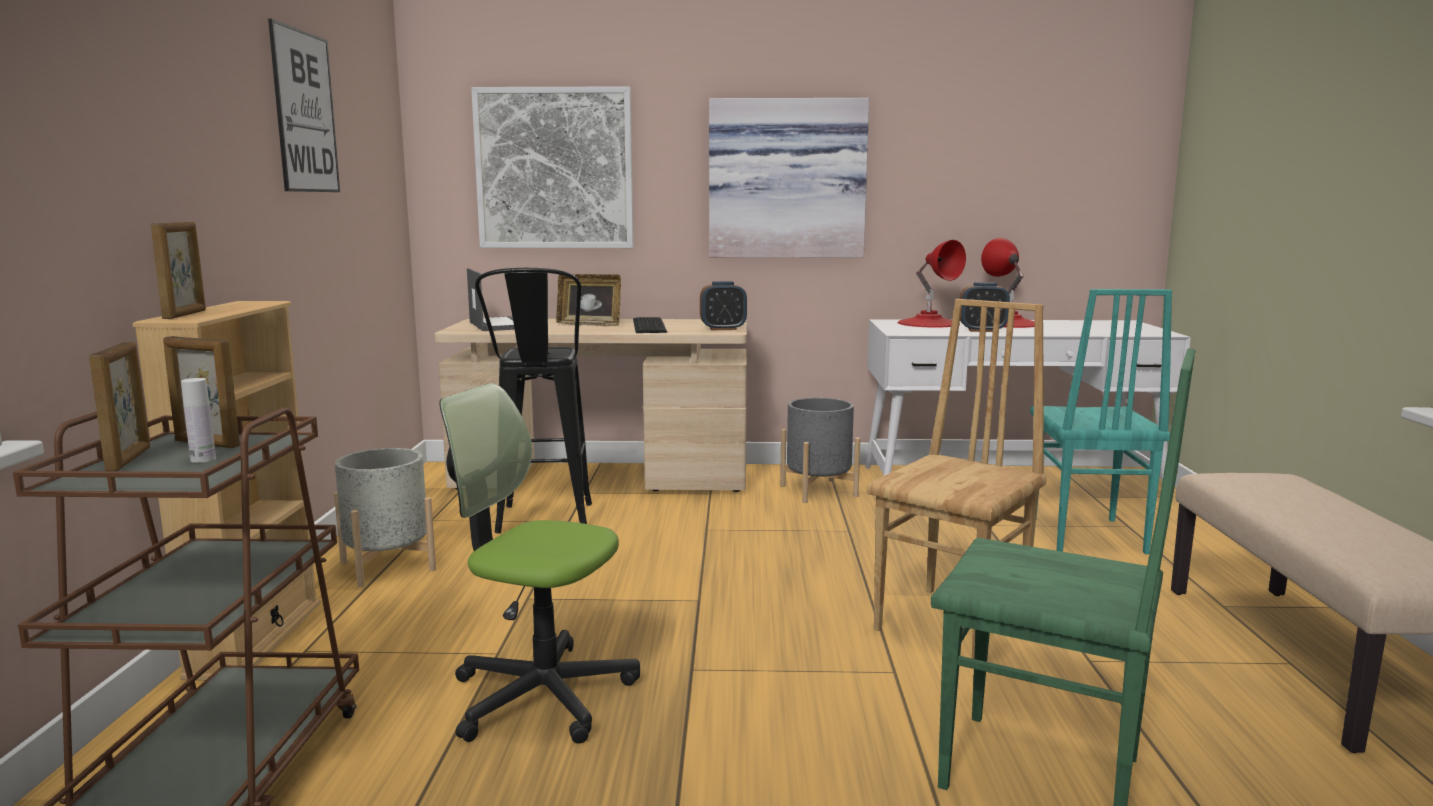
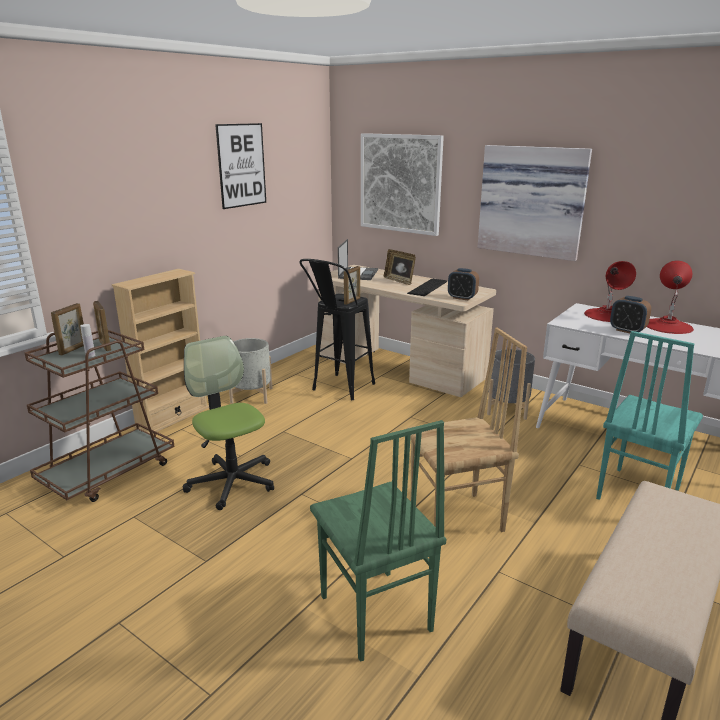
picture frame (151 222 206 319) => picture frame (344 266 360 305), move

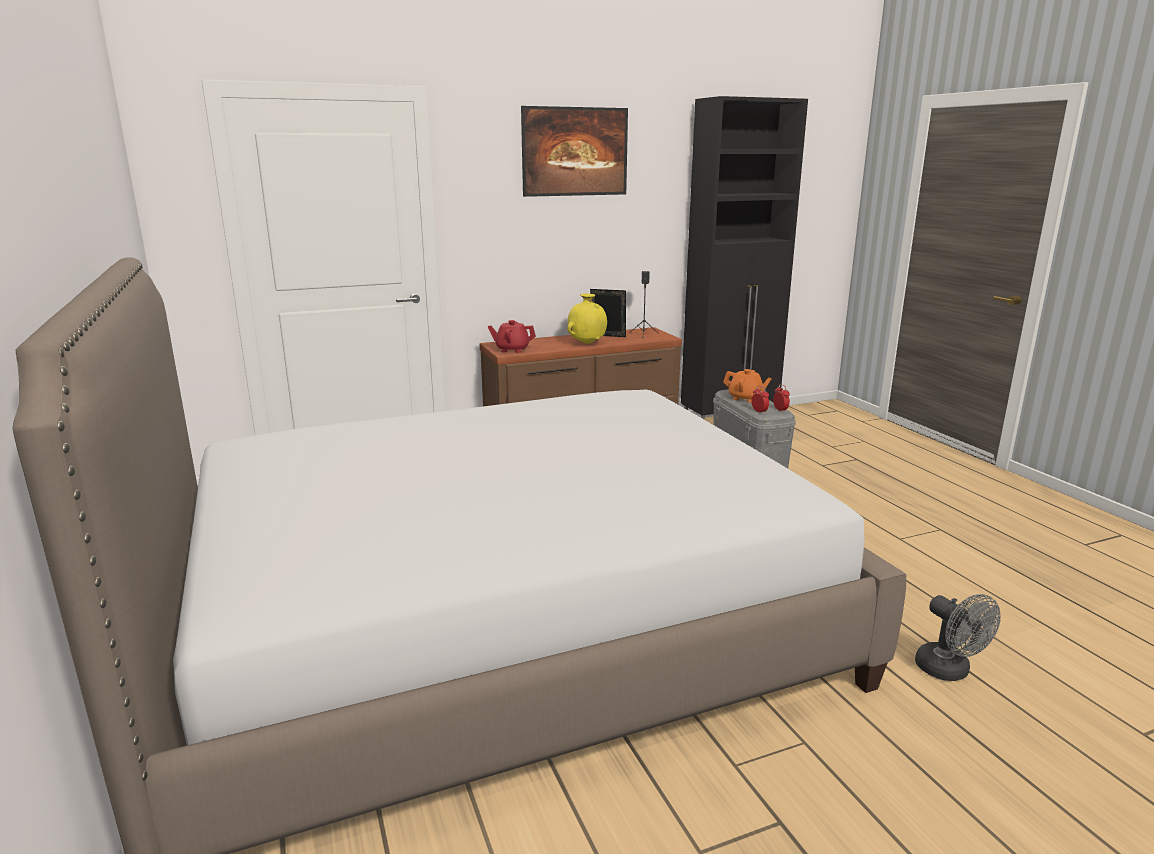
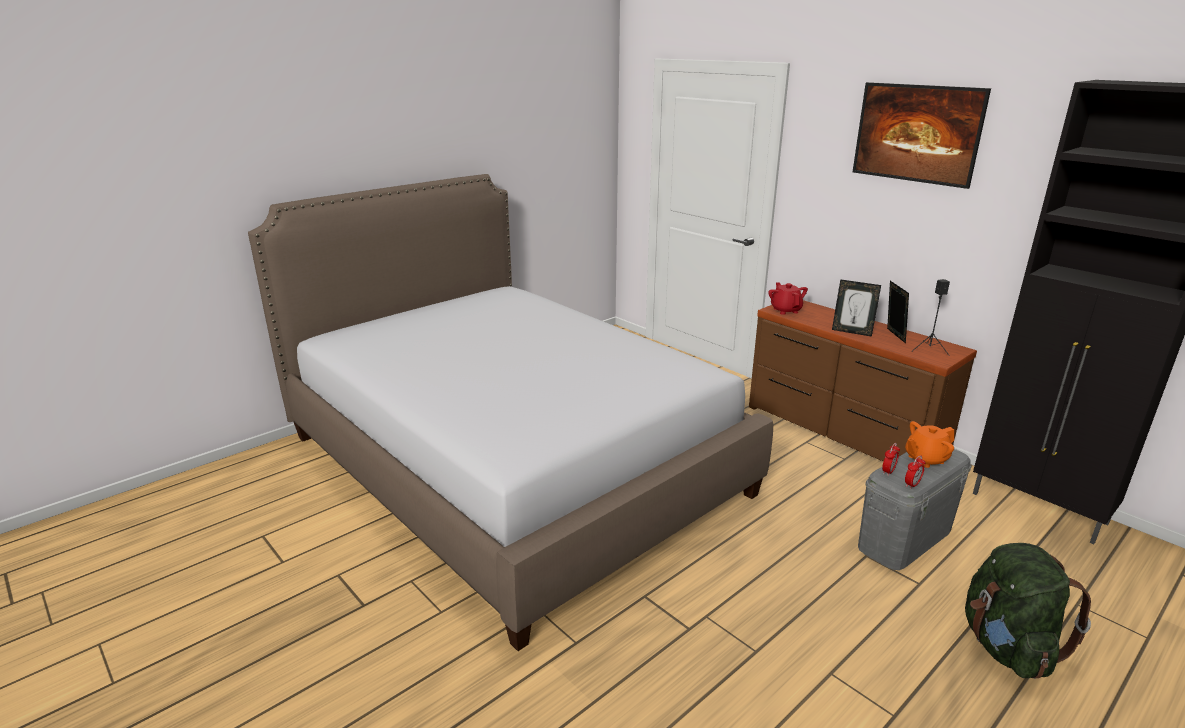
vase/yellow (567 294 607 344) => picture frame (832 279 881 337)
teapot/orange (723 369 772 403) => teapot/orange (905 421 954 468), 60 degrees clockwise
fan/grey (915 594 1001 681) => nothing
nothing => backpack/green (965 543 1091 679)

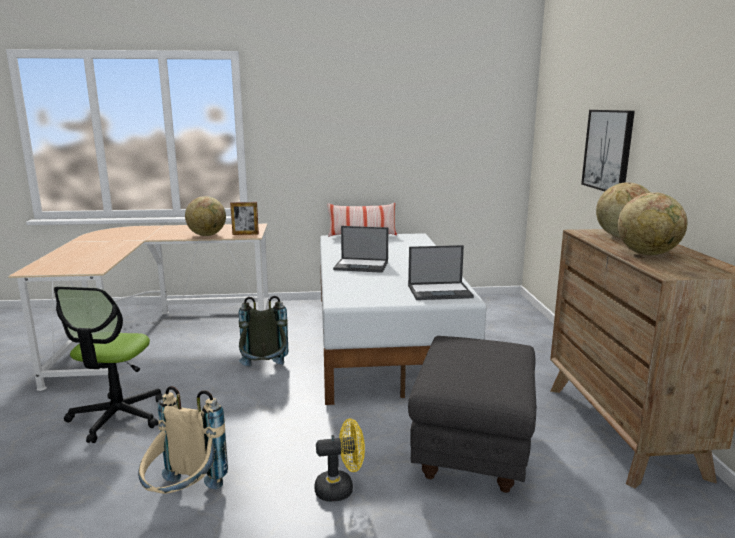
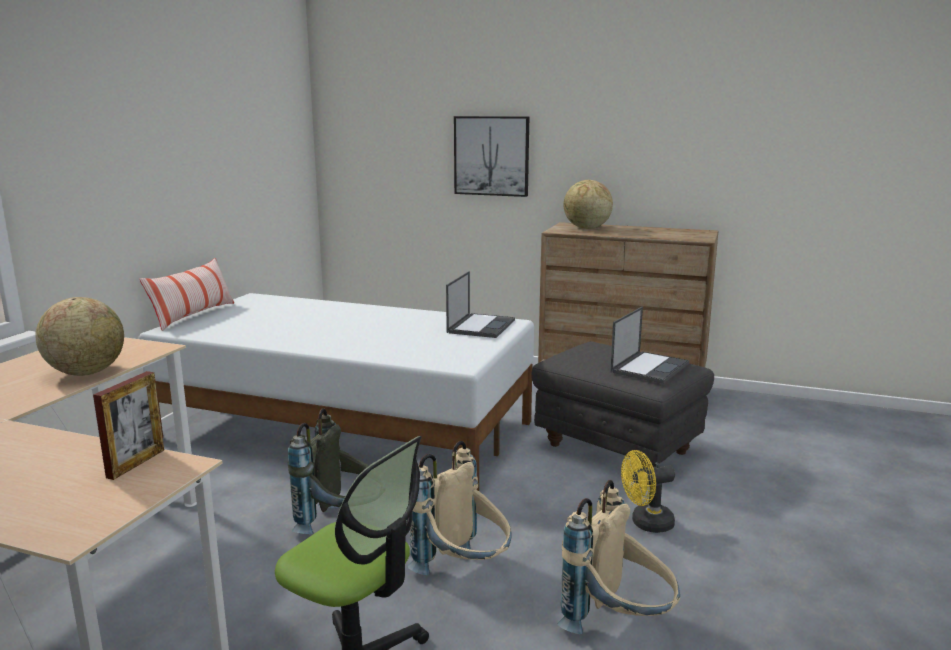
globe (618 192 687 255) => nothing
picture frame (230 202 259 235) => picture frame (93 371 164 480), move
laptop (333 226 388 273) => laptop (610 307 689 384), move
fan/yellow (315 419 365 502) => fan/yellow (621 450 675 533), 120 degrees counterclockwise
nothing => backpack/beige (407 441 512 575)

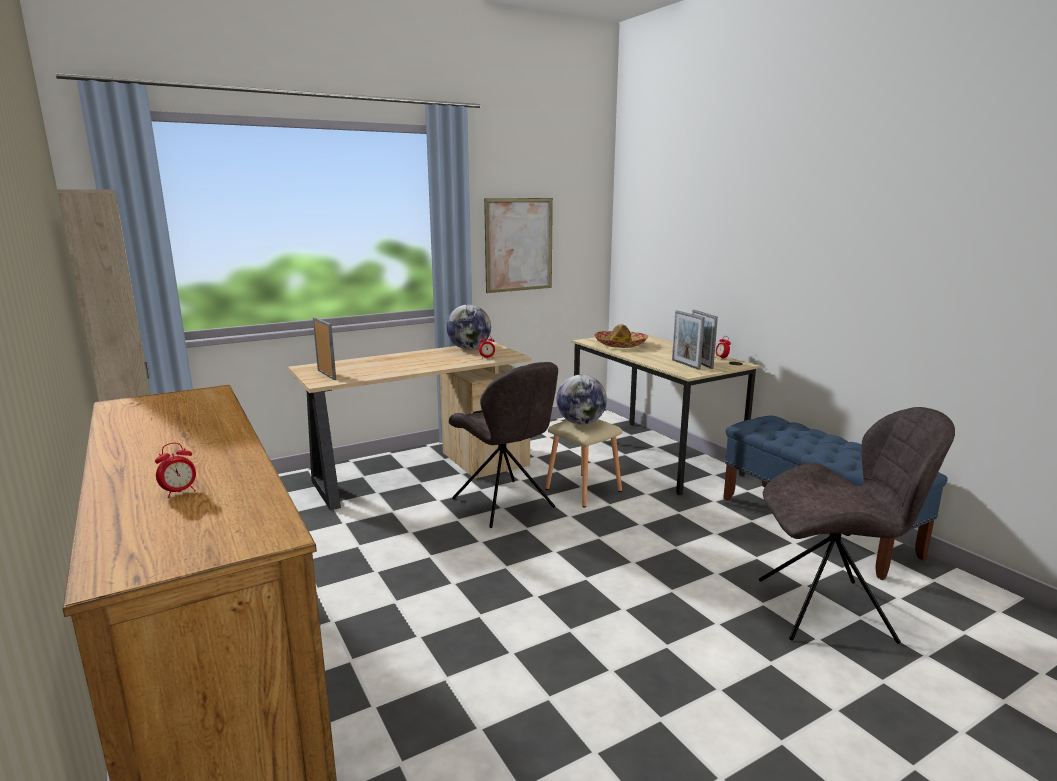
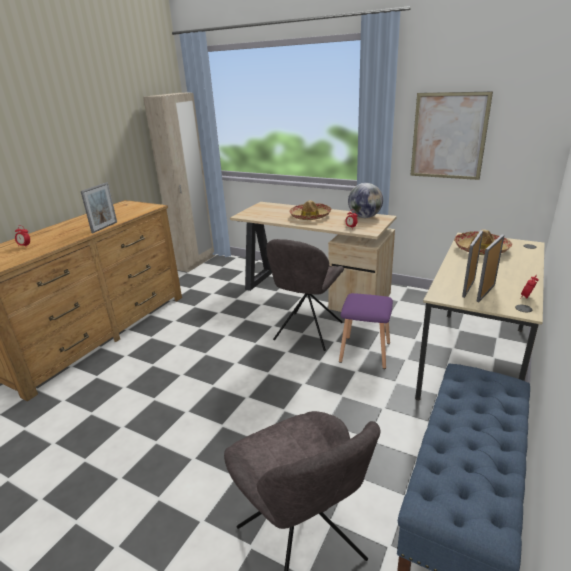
picture frame (313 317 336 380) => picture frame (81 182 117 233), move
globe (557 375 607 425) => nothing
stool/beige (545 419 623 507) => stool/purple (339 293 393 369)
nothing => hat (289 200 332 220)

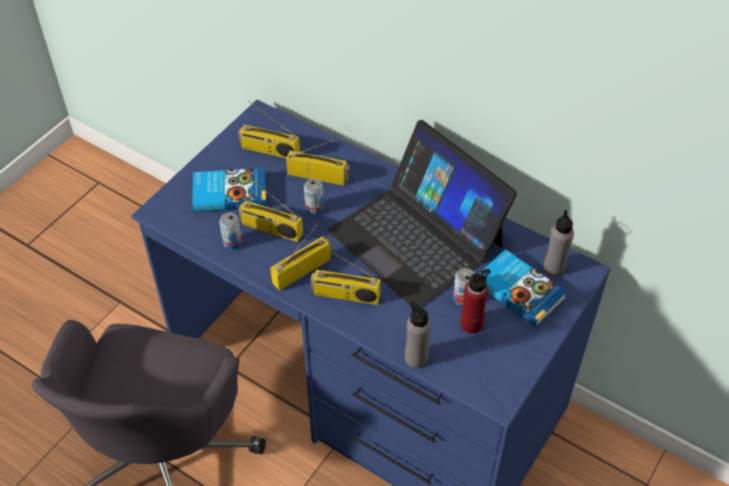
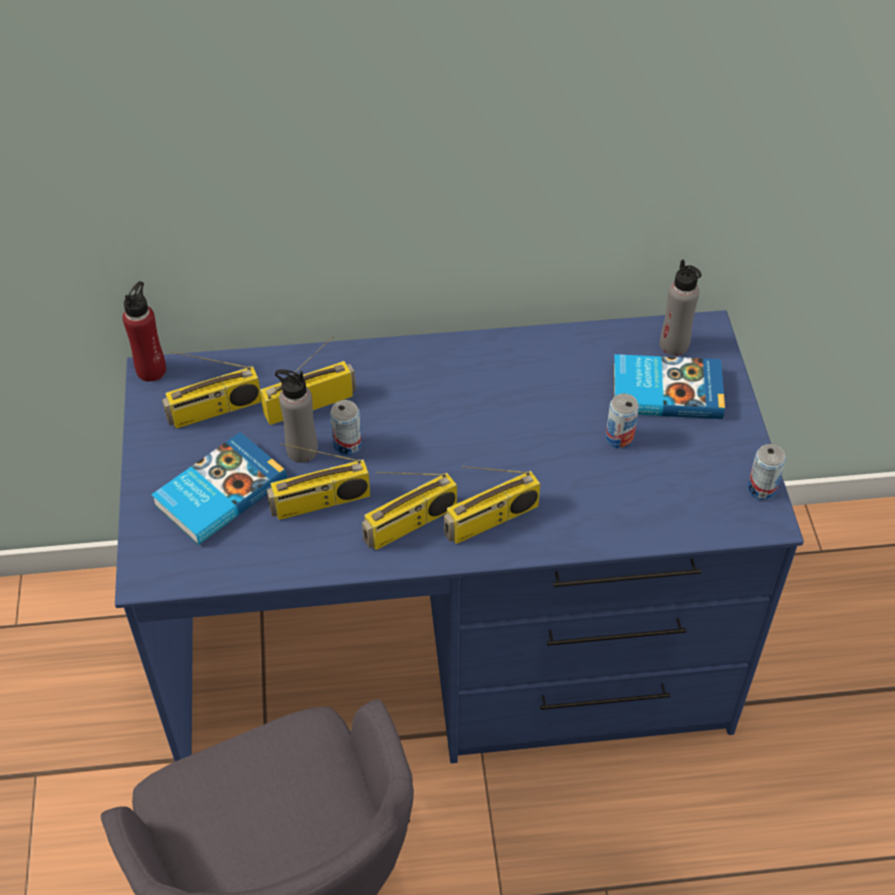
laptop (328 120 517 309) => nothing
can (219 212 242 250) => can (747 444 786 500), move
radio (270 222 332 291) => radio (362 472 457 550), 135 degrees counterclockwise
bottle/red (460 269 491 334) => bottle/red (123 281 166 382), move
bottle/grey (405 301 431 368) => bottle/grey (275 369 318 463), move

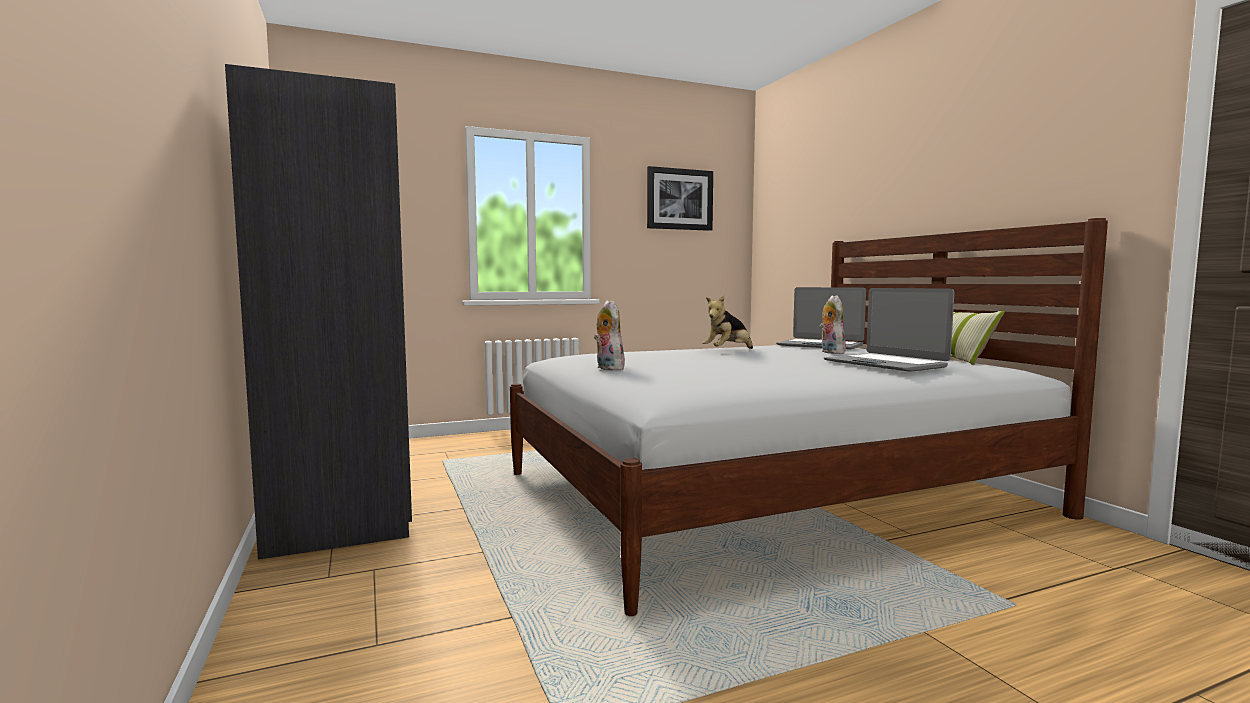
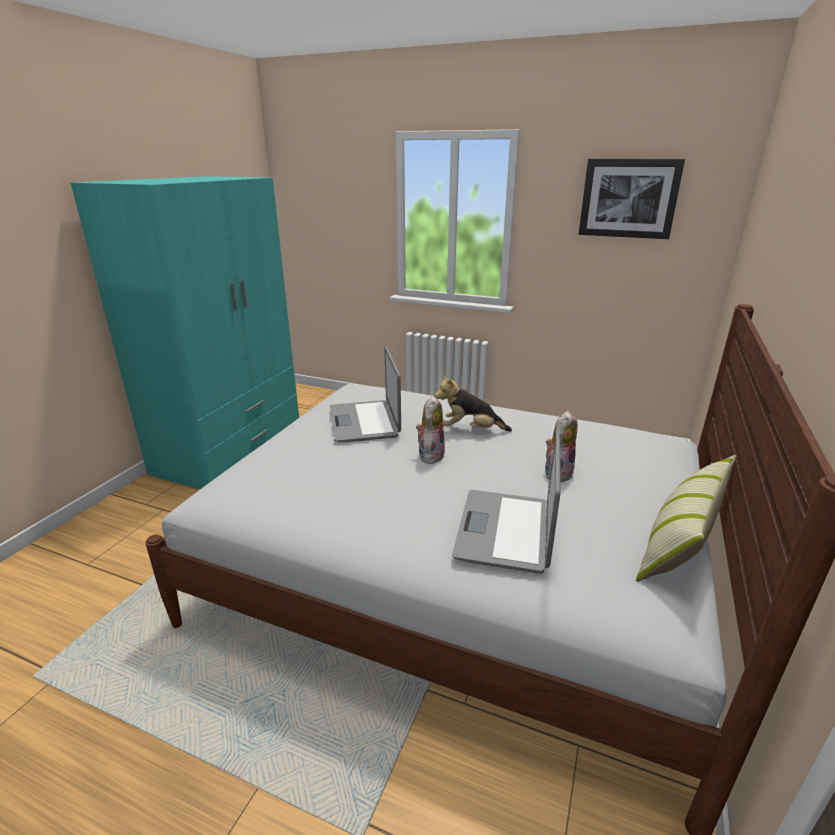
wardrobe/grey (225 64 412 560) => wardrobe/turquoise (71 176 299 489)
laptop (776 287 866 350) => laptop (330 347 401 442), move
plush toy (594 300 625 371) => plush toy (414 395 445 464), move

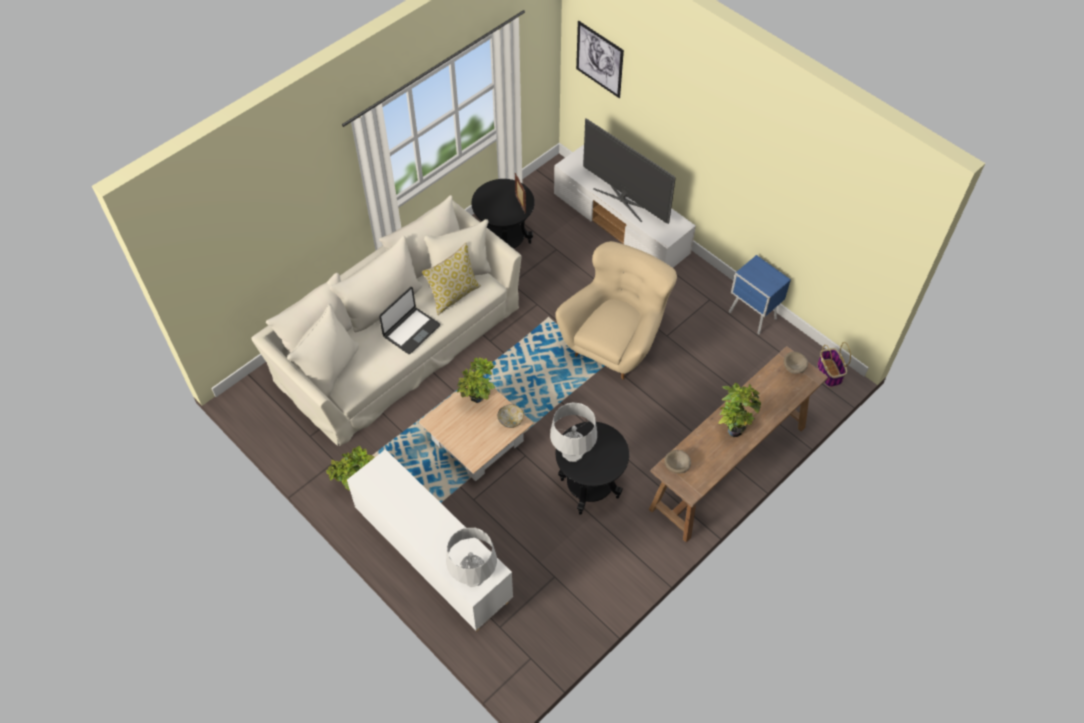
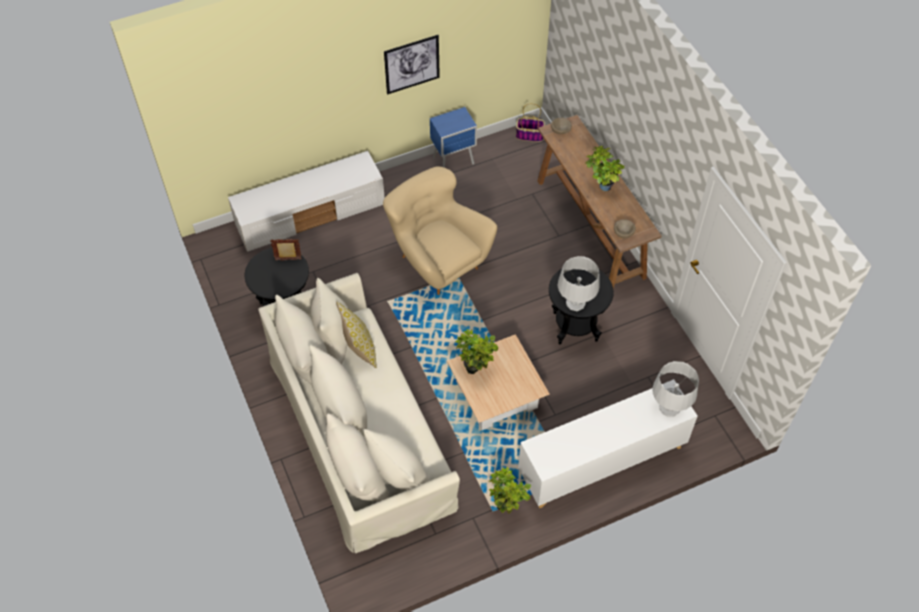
picture (576 21 624 98) => picture (384 35 440 94), move
television (583 118 676 224) => nothing
laptop (379 287 440 354) => nothing
bowl (498 404 524 428) => nothing

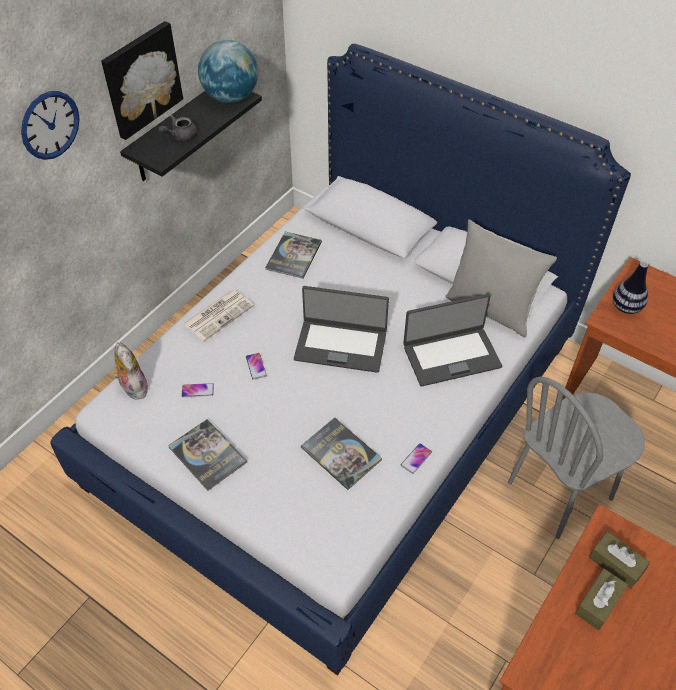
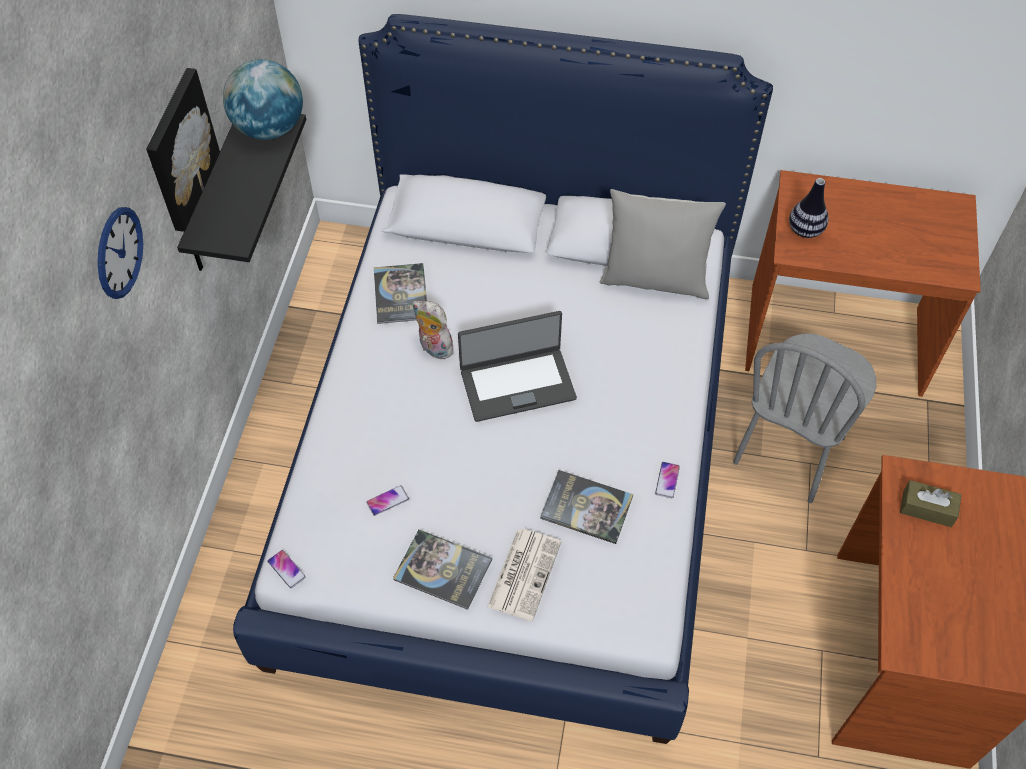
teapot/grey (159 115 197 141) => nothing
newspaper (183 289 254 341) => newspaper (487 529 561 621), move
laptop (403 294 502 386) => nothing
plush toy (113 342 148 400) => plush toy (413 301 457 360), move
phone (246 353 267 380) => phone (268 550 306 588), move
tissue box/brown (575 569 628 630) => nothing

